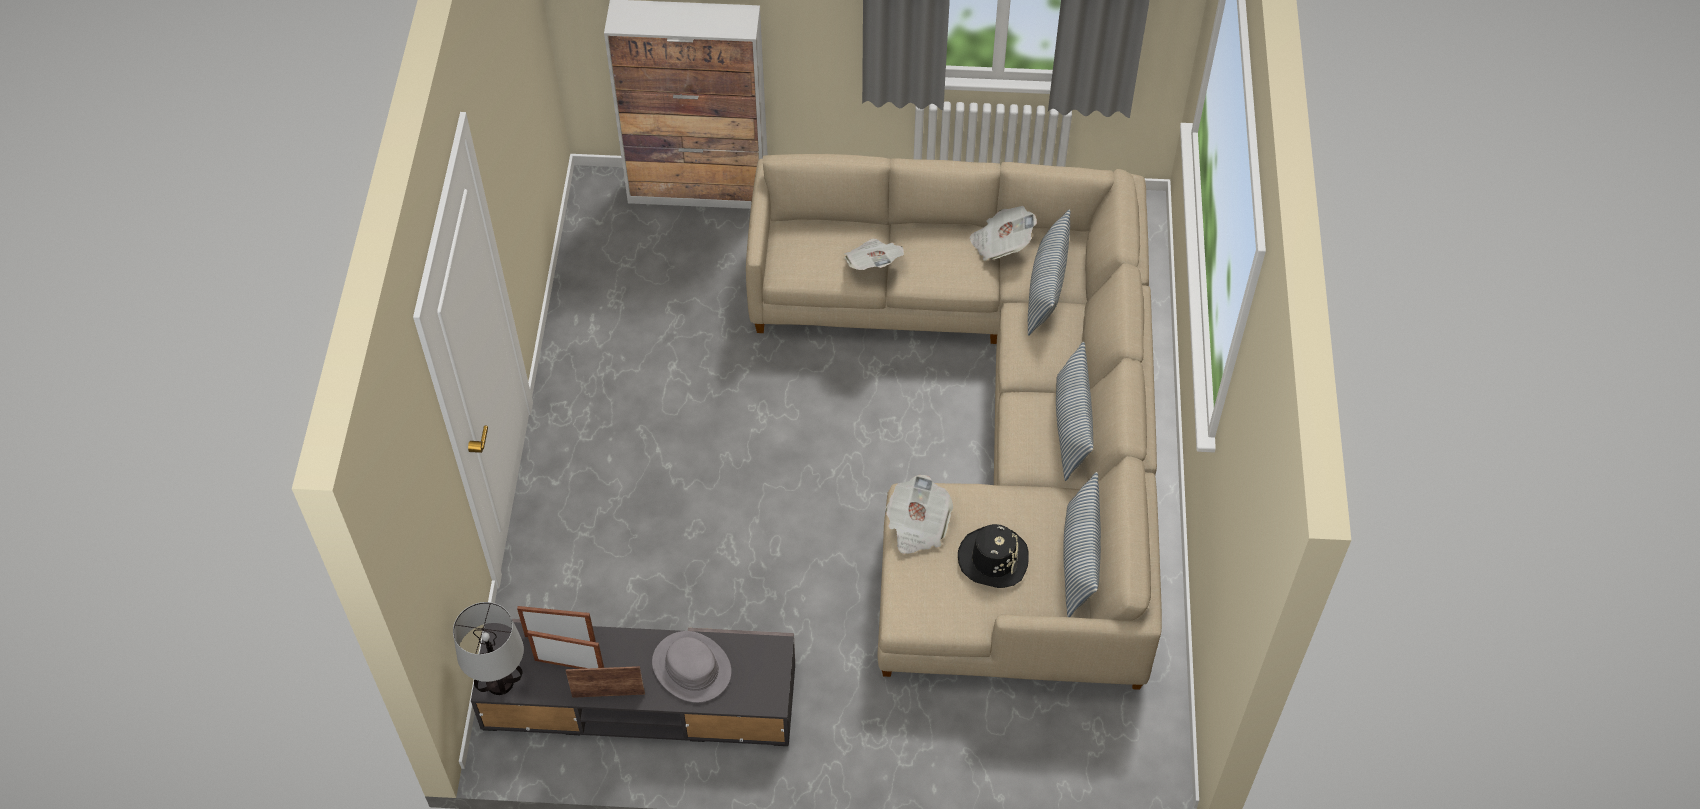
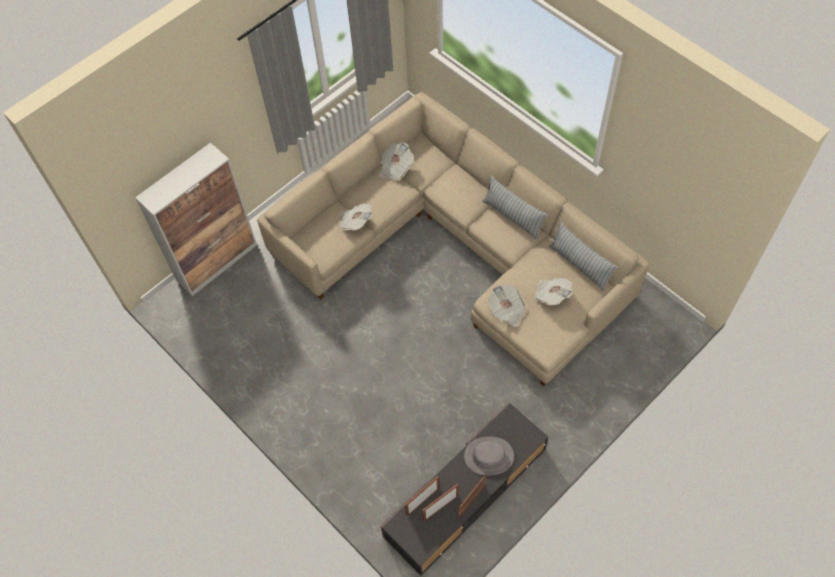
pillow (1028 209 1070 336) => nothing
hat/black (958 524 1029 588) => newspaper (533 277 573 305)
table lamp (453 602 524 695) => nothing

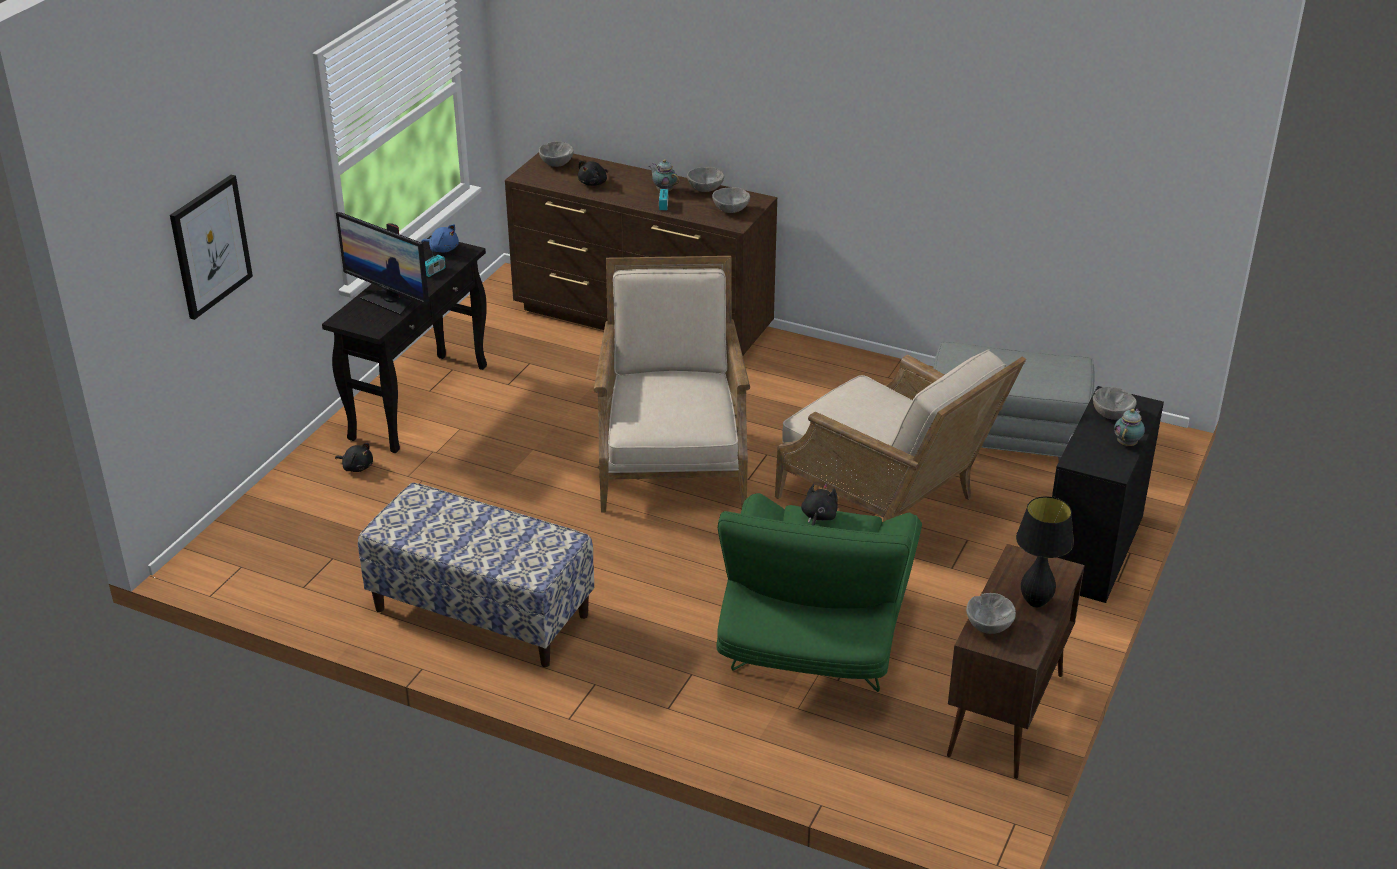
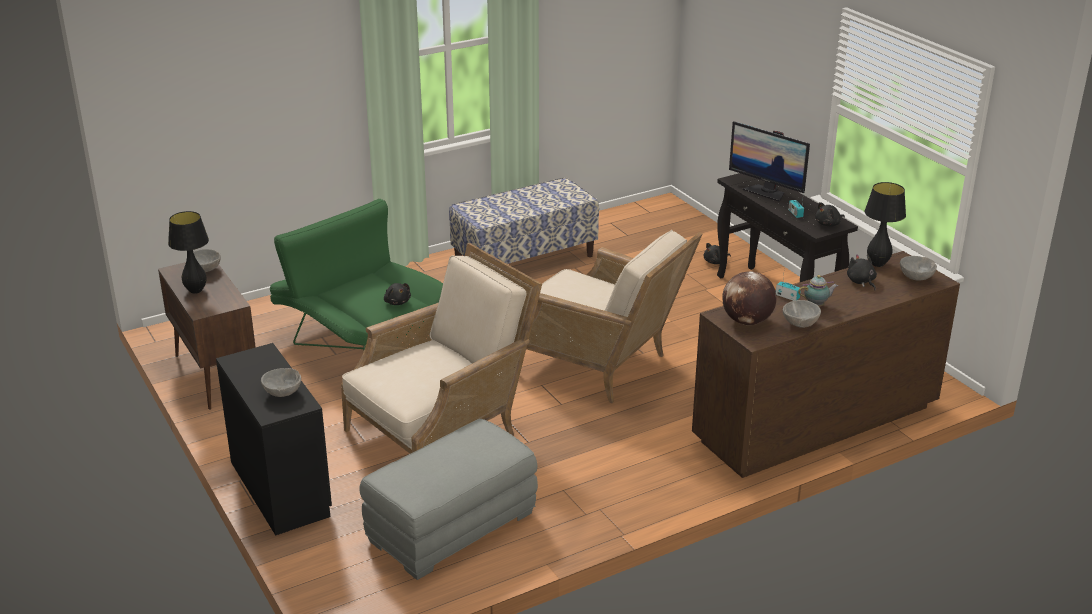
picture (170 175 253 320) => nothing
bowl/grey (712 187 750 213) => globe (723 271 776 325)
monitor (336 212 429 315) => monitor (729 121 810 202), 120 degrees counterclockwise
plush toy/blue (421 224 459 253) => plush toy/black (815 202 845 226)
armchair/beige (775 349 1026 522) => armchair/beige (341 243 542 454), 150 degrees clockwise
teapot (1114 409 1145 446) => nothing
nothing => table lamp/black (864 182 906 267)

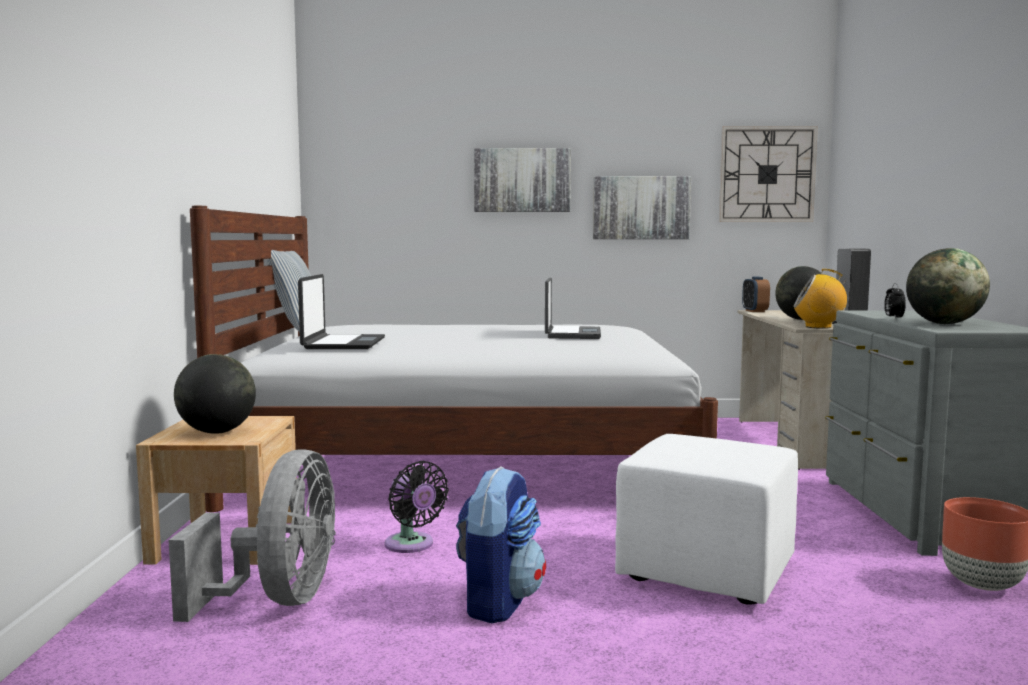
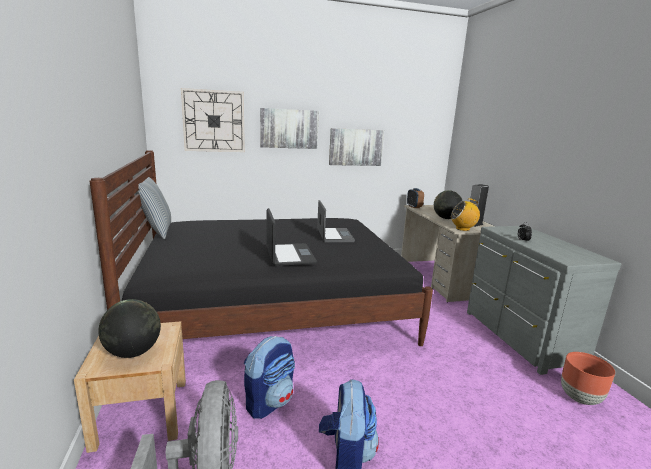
wall clock (719 126 818 222) => wall clock (181 88 245 152), move
bed/white (190 206 718 512) => bed/black (90 150 433 346)
globe (906 248 990 324) => nothing
laptop (298 274 385 349) => laptop (266 208 317 266), move
ottoman/white (615 434 798 605) => nothing
fan/black (385 461 449 553) => backpack (244 336 295 419)

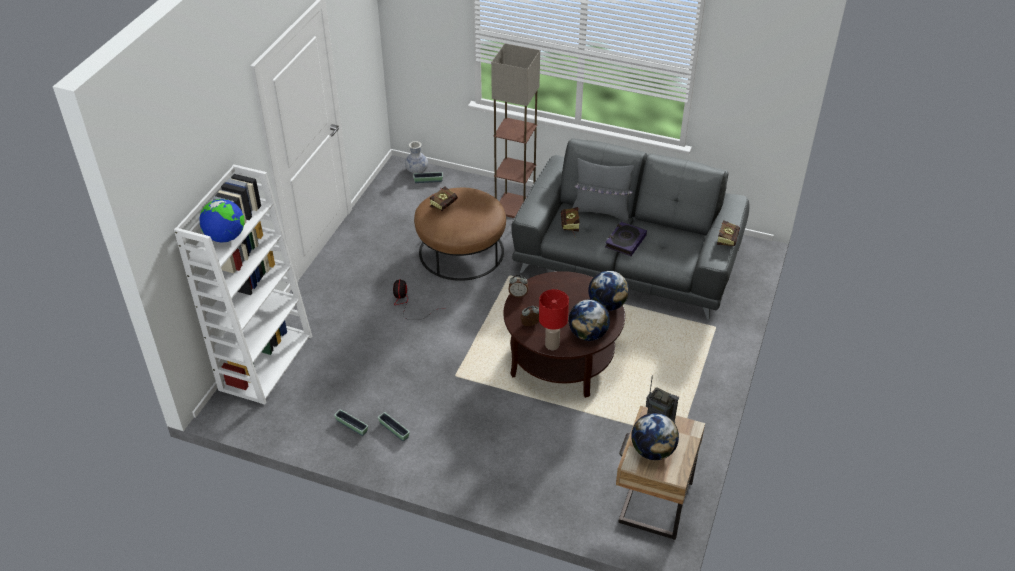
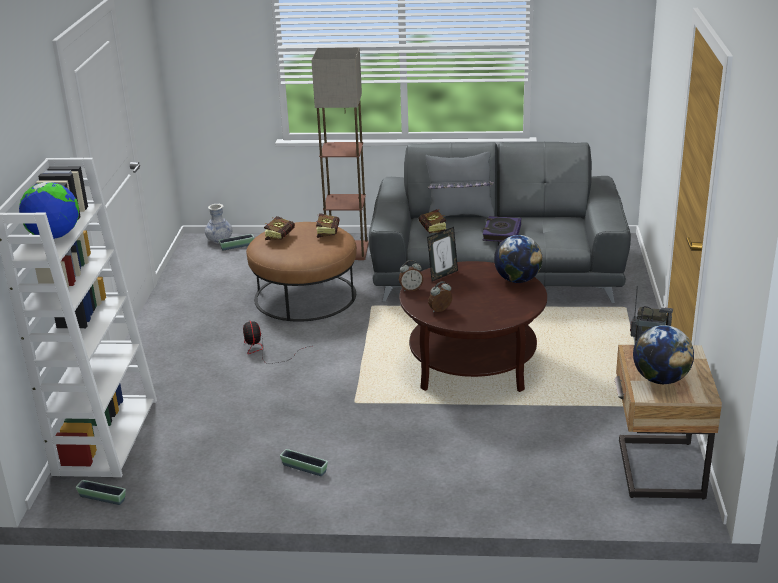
book (717 220 740 246) => book (316 213 339 238), move
table lamp/red (539 289 569 350) => nothing
globe (568 299 610 341) => nothing
planter (334 409 368 436) => planter (76 480 126 505), move
nothing => picture frame (427 227 458 281)

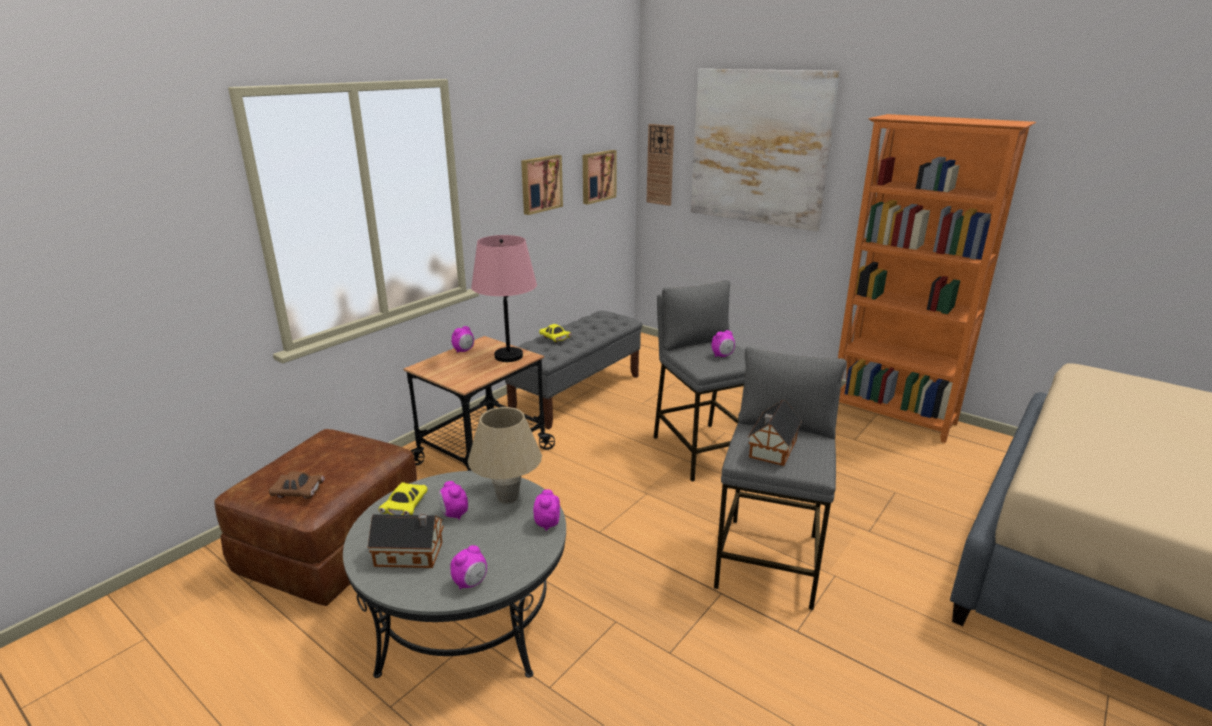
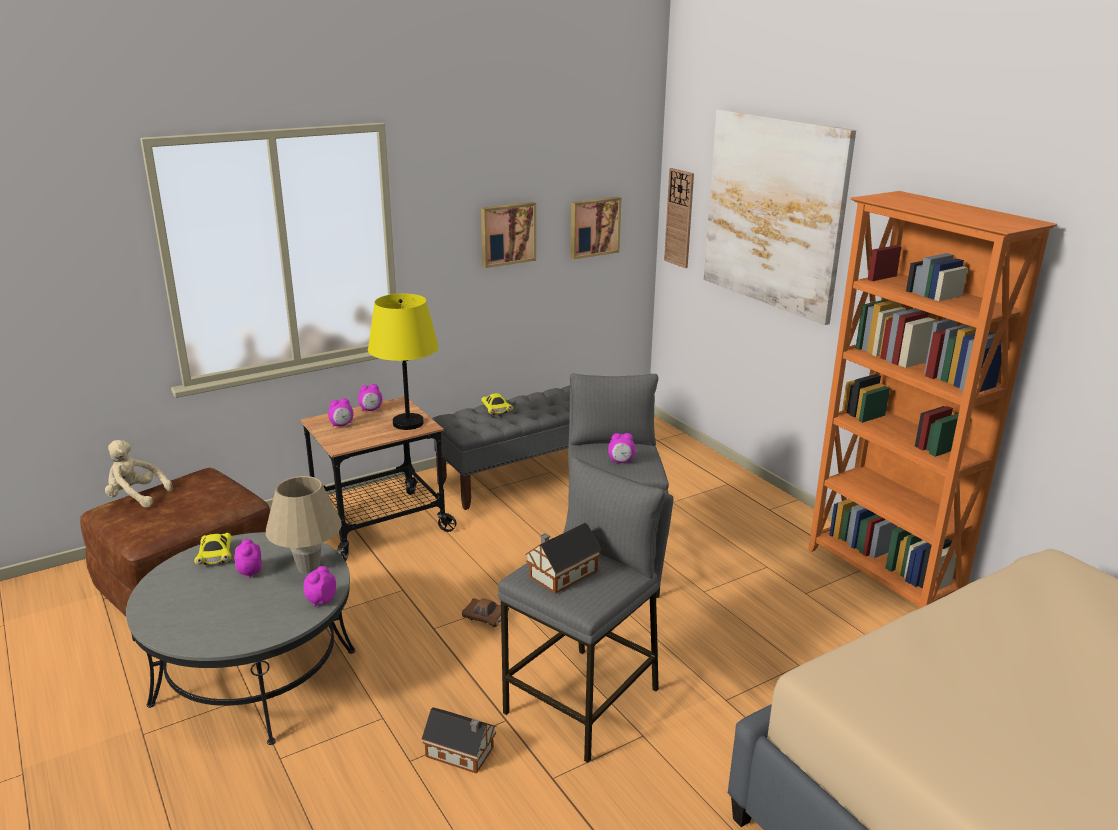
table lamp/pink (471 235 537 362) => table lamp/yellow (368 294 439 430)
toy car/brown (269 472 325 499) => toy car/brown (462 598 509 627), move
toy car/yellow (378 482 427 515) => toy car/yellow (194 533 232 565), 45 degrees counterclockwise
toy house (368 513 444 568) => toy house (422 707 497 774), move
alarm clock (450 545 487 589) => alarm clock (328 398 354 427), move
nothing => plush toy/beige (105 440 172 507)

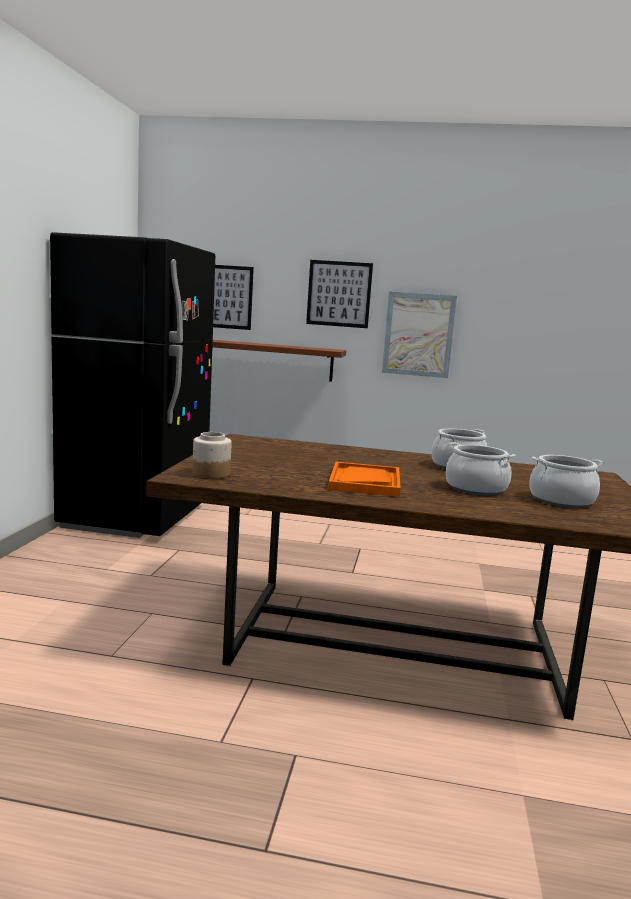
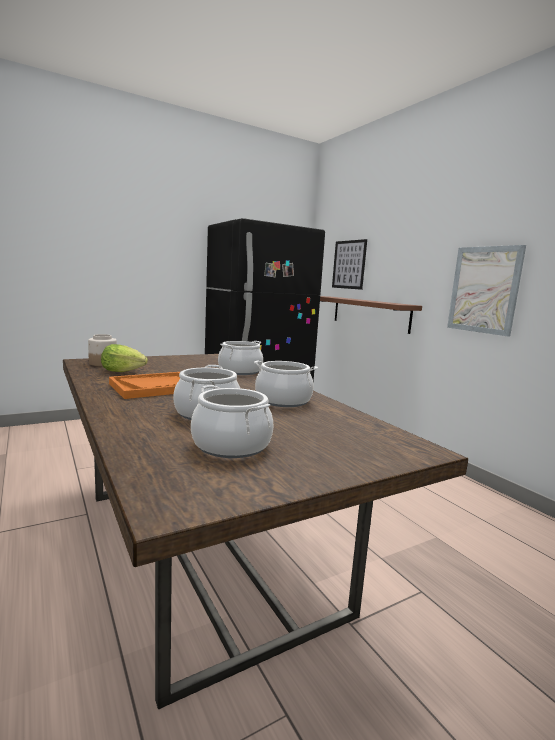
picture (306 260 373 328) => nothing
nothing => cooking pot (218 341 263 375)
nothing => lettuce (101 344 148 372)

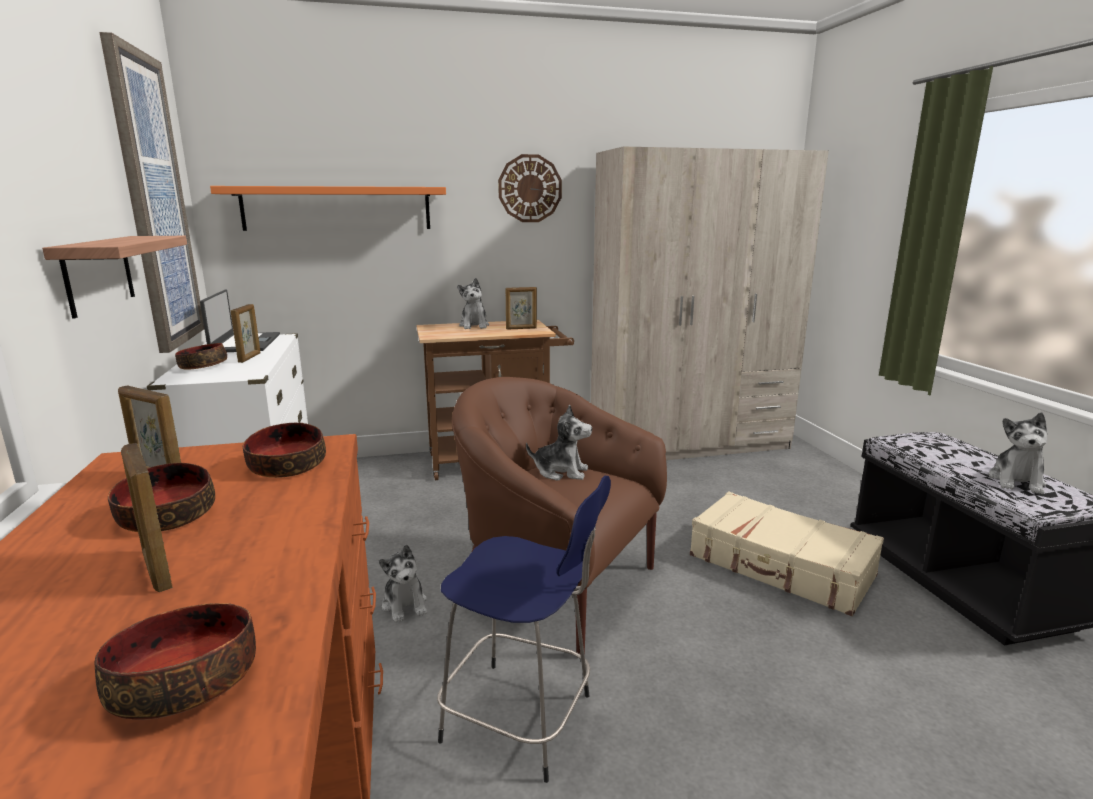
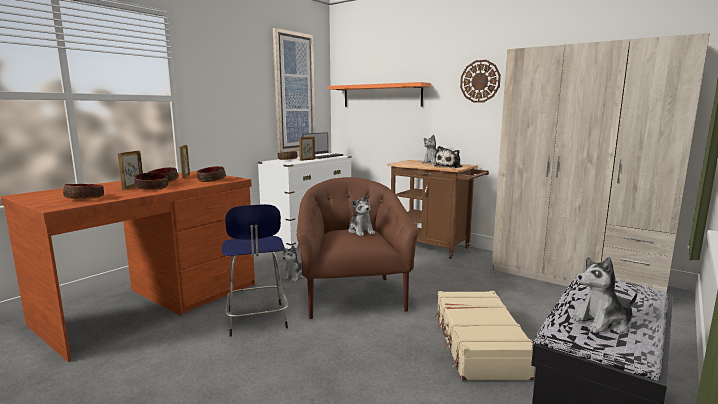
shelf (42 236 187 319) => nothing
picture frame (506 287 537 330) => plush toy (434 146 463 168)
nothing => bowl (134 173 168 190)

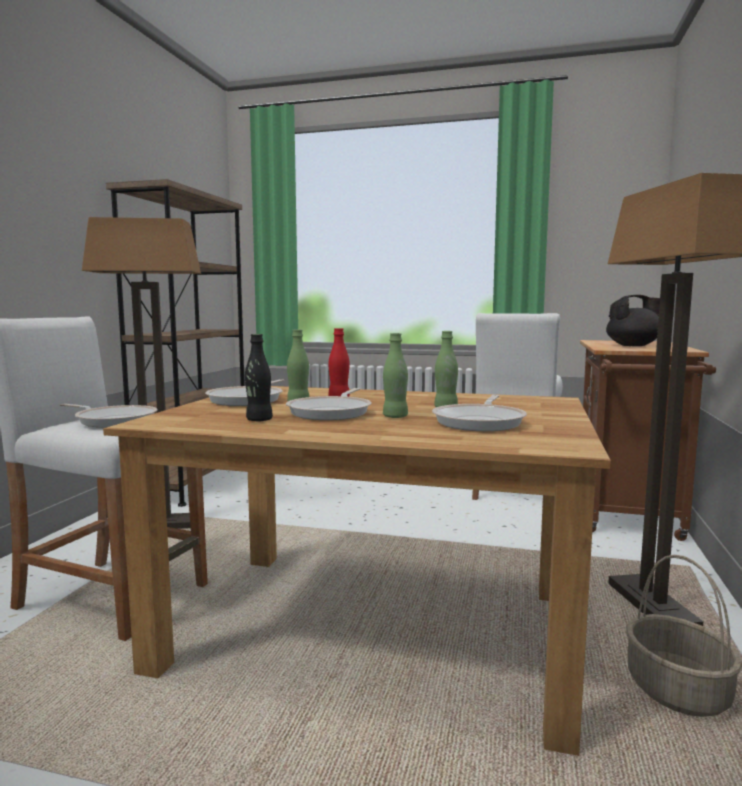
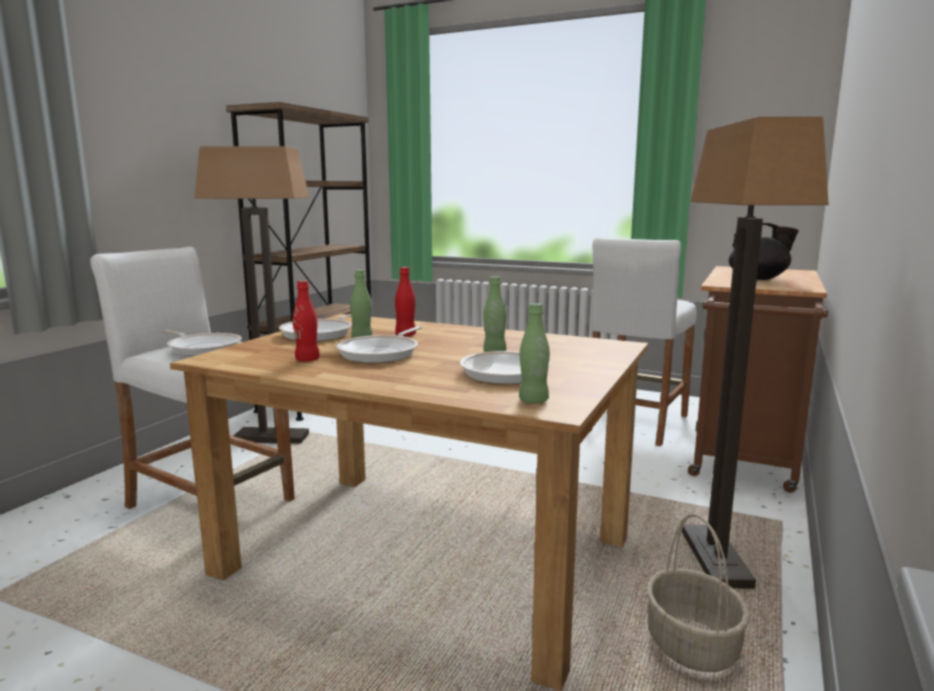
bottle/green (383 333 408 418) => bottle/green (519 303 550 403), move
bottle/black (245 334 273 422) => bottle/red (293 280 320 361)

